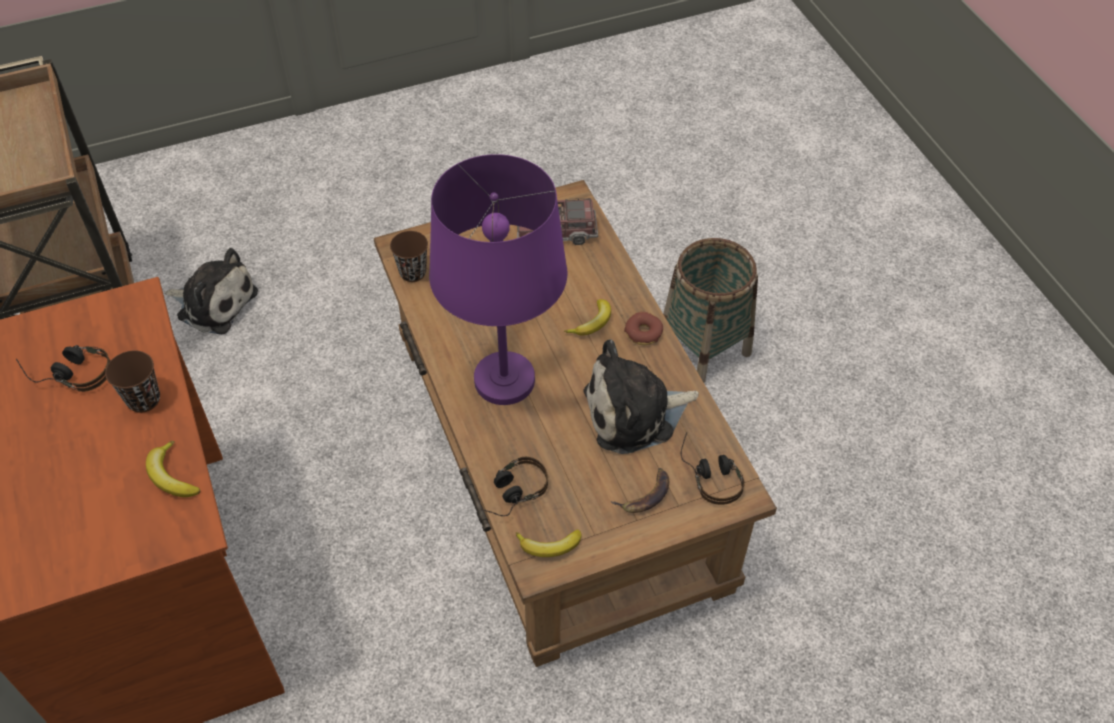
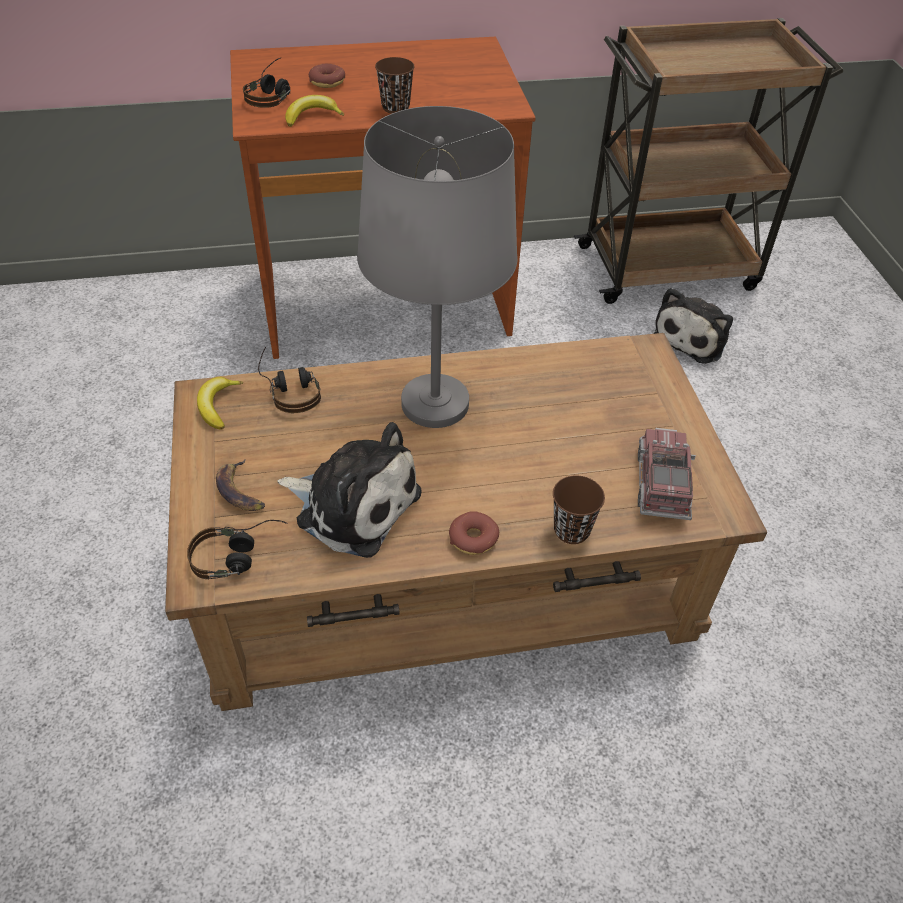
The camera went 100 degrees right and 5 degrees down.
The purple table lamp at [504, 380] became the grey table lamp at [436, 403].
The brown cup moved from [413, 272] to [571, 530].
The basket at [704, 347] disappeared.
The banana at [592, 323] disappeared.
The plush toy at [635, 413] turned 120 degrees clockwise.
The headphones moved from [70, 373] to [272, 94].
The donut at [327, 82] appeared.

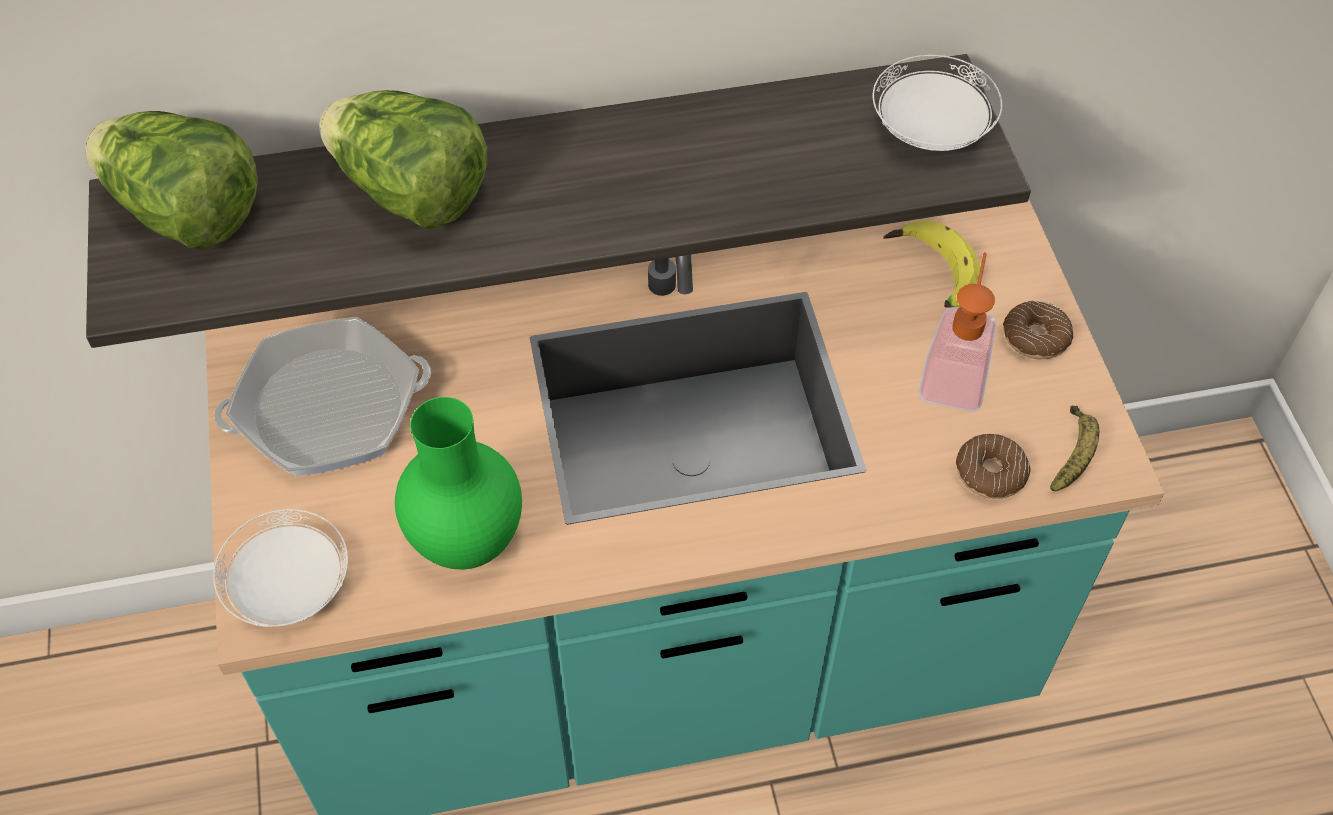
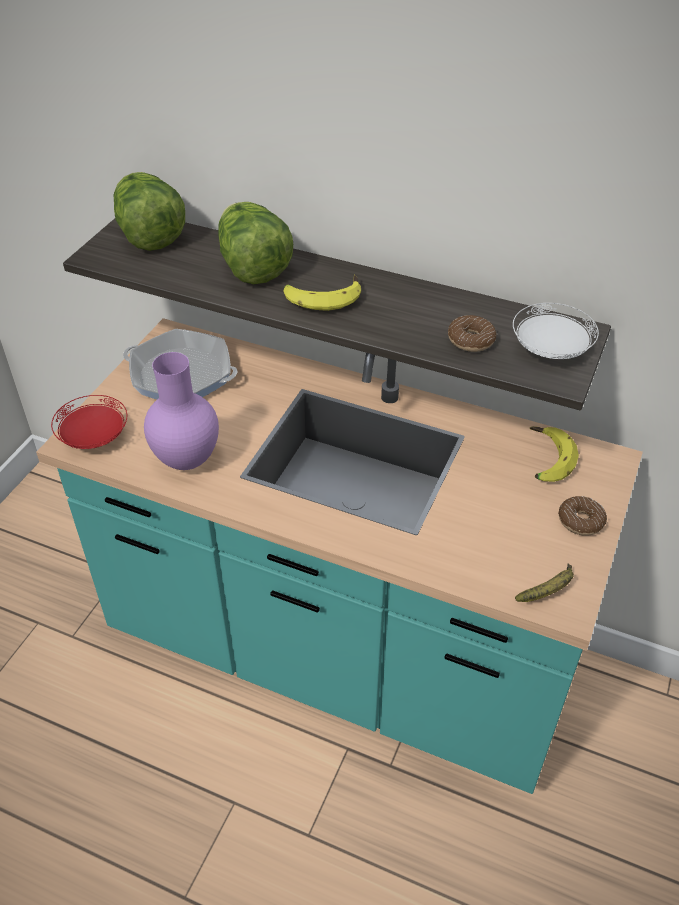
The camera went 35 degrees right and 10 degrees down.
The soap dispenser at [955, 374] disappeared.
The green vase at [468, 545] became the purple vase at [186, 461].
The donut moved from [990, 473] to [471, 340].
The white plate at [289, 586] became the red plate at [94, 437].
The banana at [323, 297] appeared.

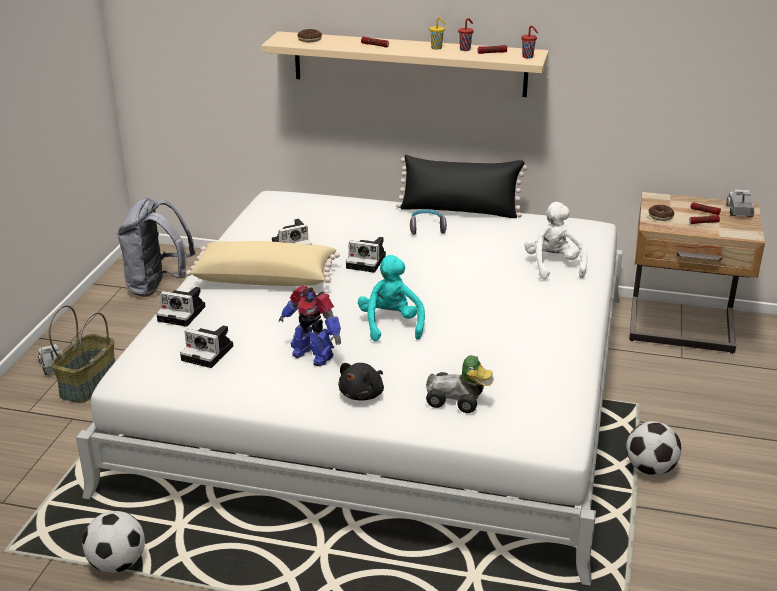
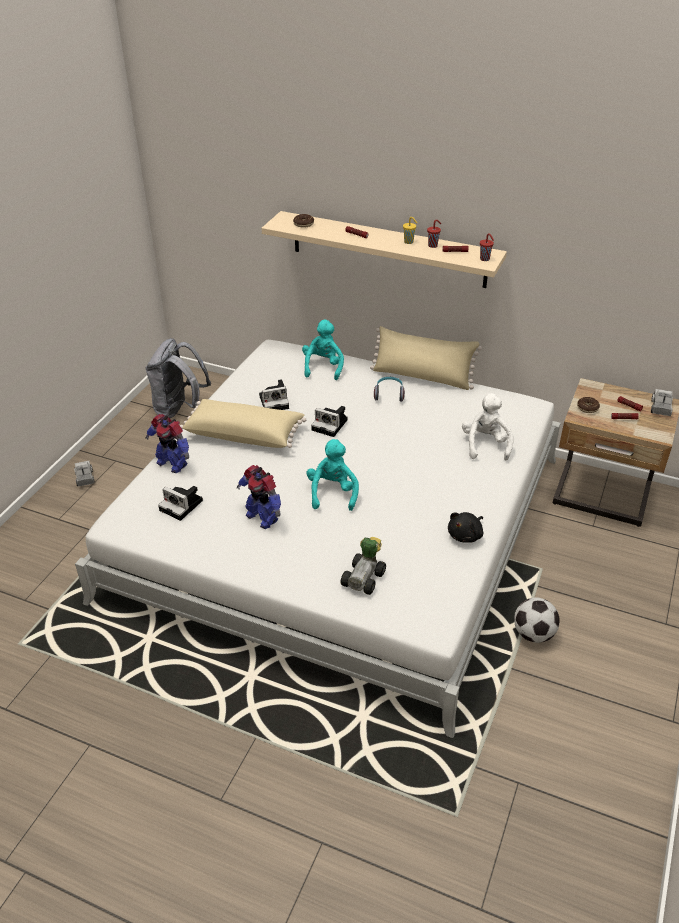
The camera went 10 degrees right and 10 degrees up.
The black pillow at [459, 211] became the beige pillow at [422, 377].
The photo camera at [183, 314] was replaced by the toy robot at [172, 463].
The basket at [88, 383] disappeared.
The toy car at [457, 401] turned 90 degrees counterclockwise.
The black plush toy moved from [363, 394] to [466, 535].
The football at [118, 564] disappeared.
The turquoise plush toy at [323, 367] appeared.

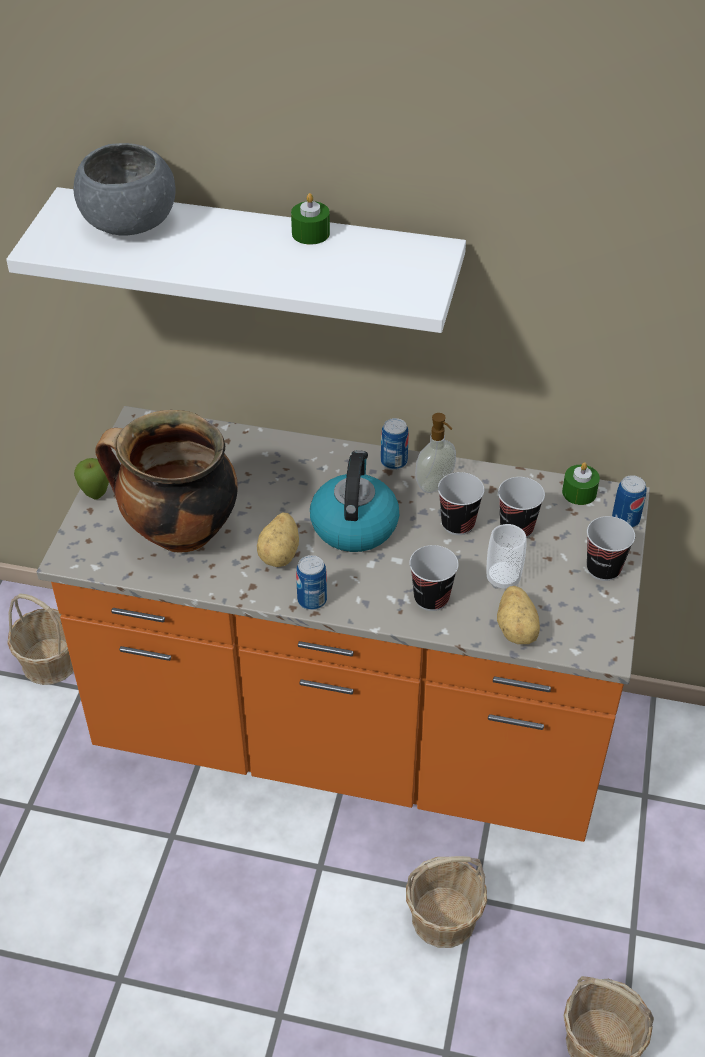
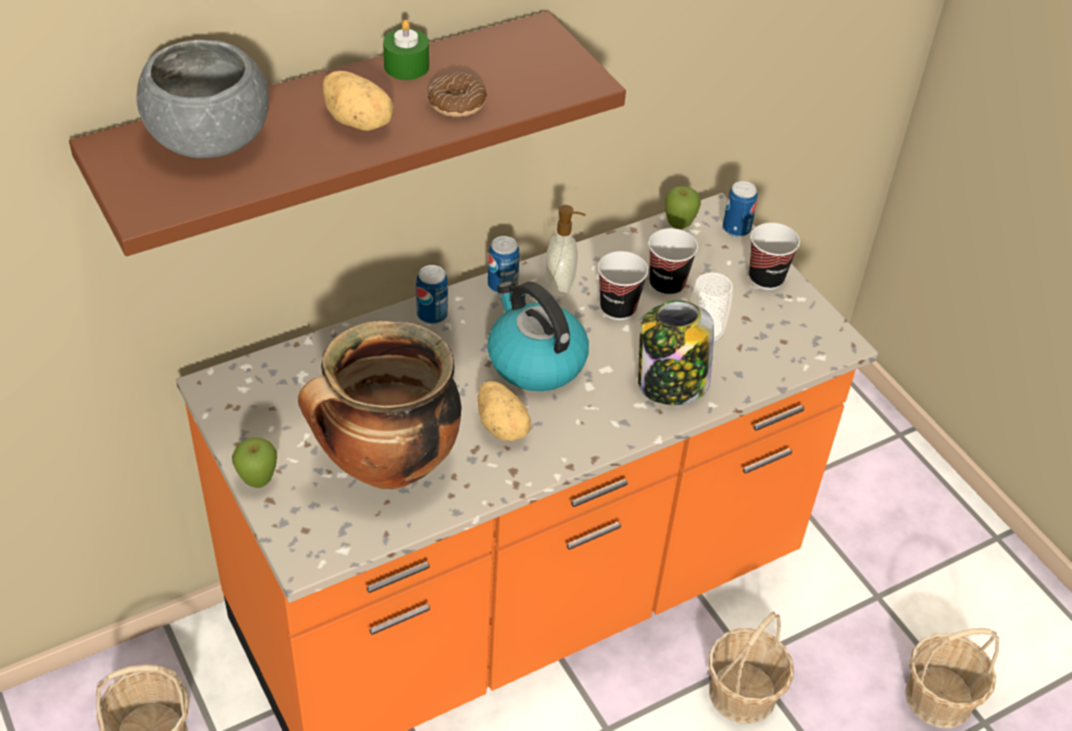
The camera went 45 degrees left and 0 degrees up.
The white shelf at [259, 257] became the brown shelf at [328, 123].
The green candle at [579, 492] was replaced by the apple at [678, 226].
The cup at [431, 598] was replaced by the jar at [671, 384].
The can moved from [312, 600] to [432, 315].
The potato moved from [517, 629] to [359, 121].
The donut at [457, 103] appeared.

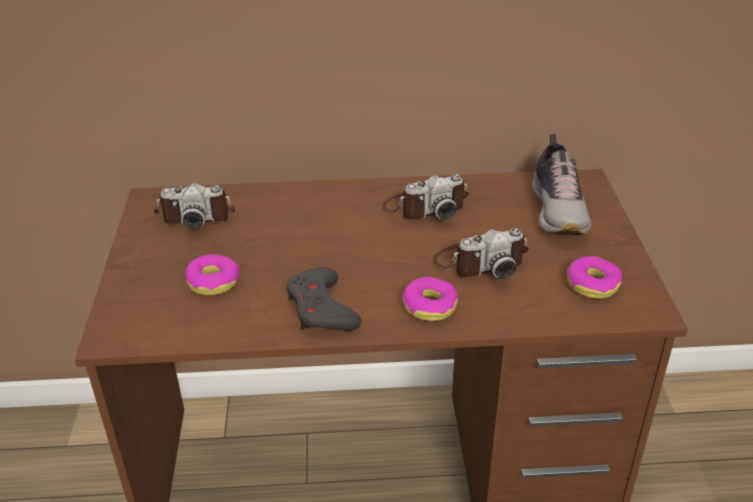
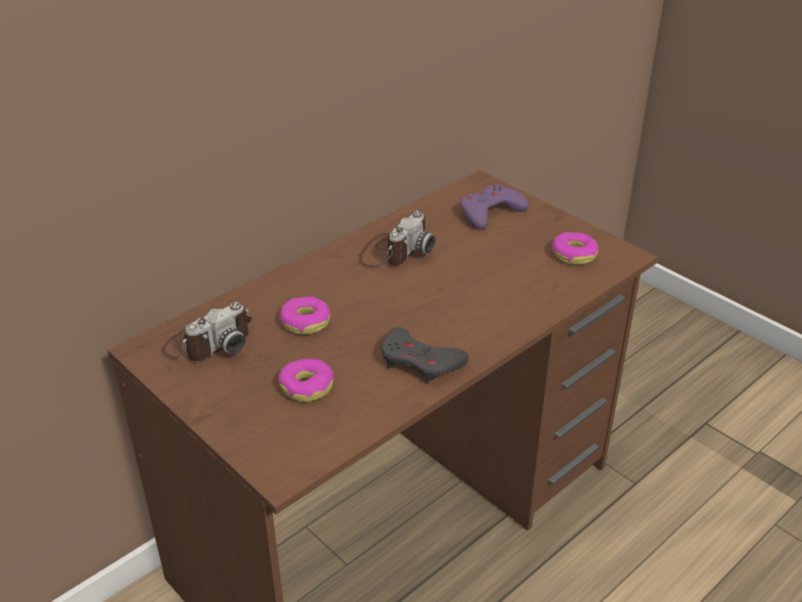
The camera went 40 degrees left and 0 degrees up.
The shoe at [559, 210] was replaced by the purple game controller at [490, 212].
The photo camera at [480, 261] disappeared.
The donut moved from [430, 306] to [305, 322].

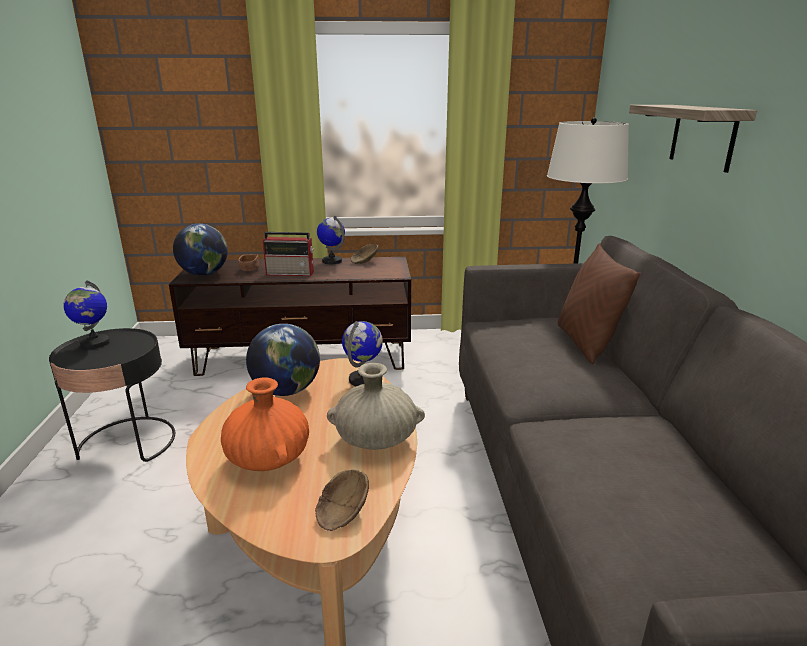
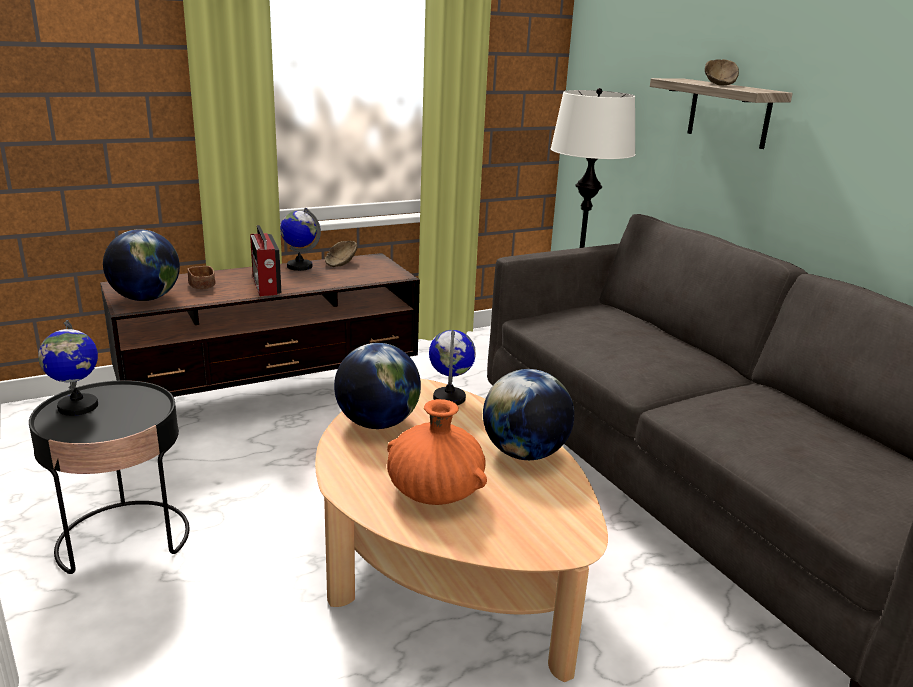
The camera went 25 degrees left and 0 degrees up.
The radio at [291, 273] turned 90 degrees clockwise.
The brown pillow at [585, 343] disappeared.
The beige vase at [376, 440] was replaced by the globe at [524, 453].
The brown bowl moved from [341, 513] to [718, 84].

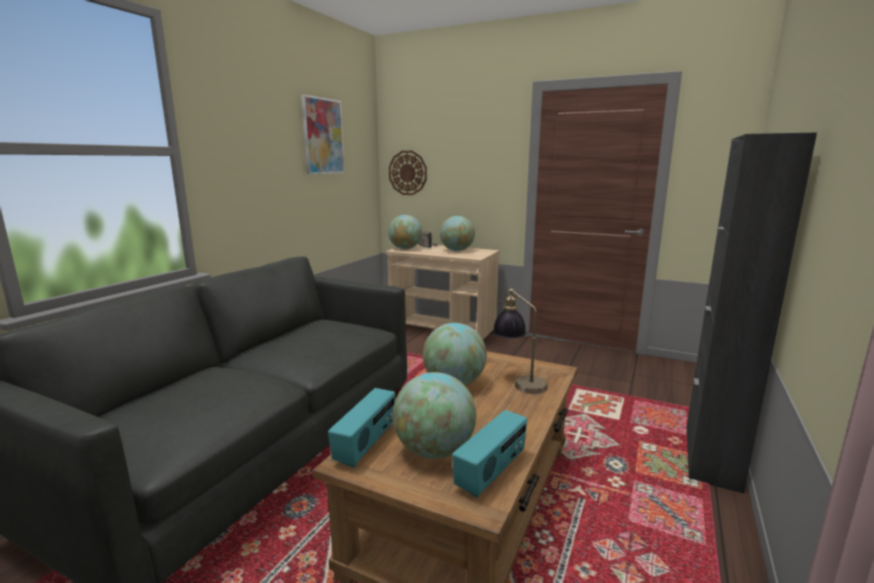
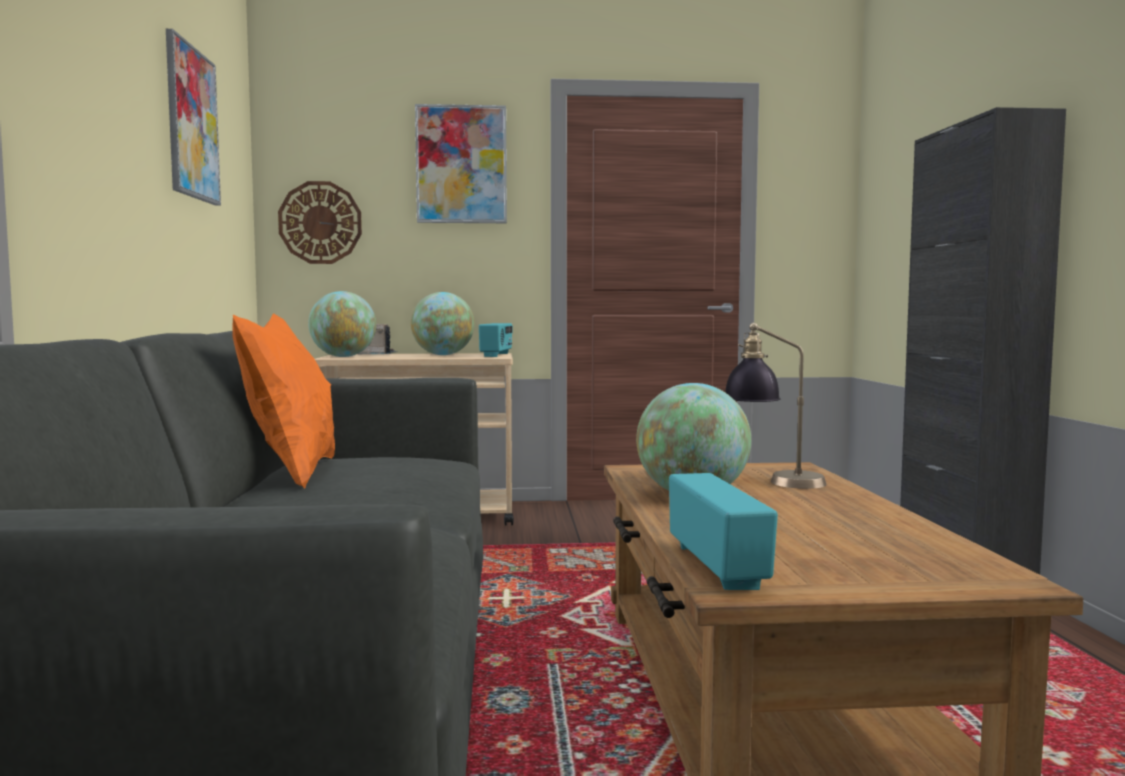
The camera went 30 degrees left and 10 degrees down.
The globe at [434, 451] disappeared.
The radio moved from [491, 472] to [497, 355].
The picture at [461, 164] appeared.
The orange pillow at [291, 472] appeared.

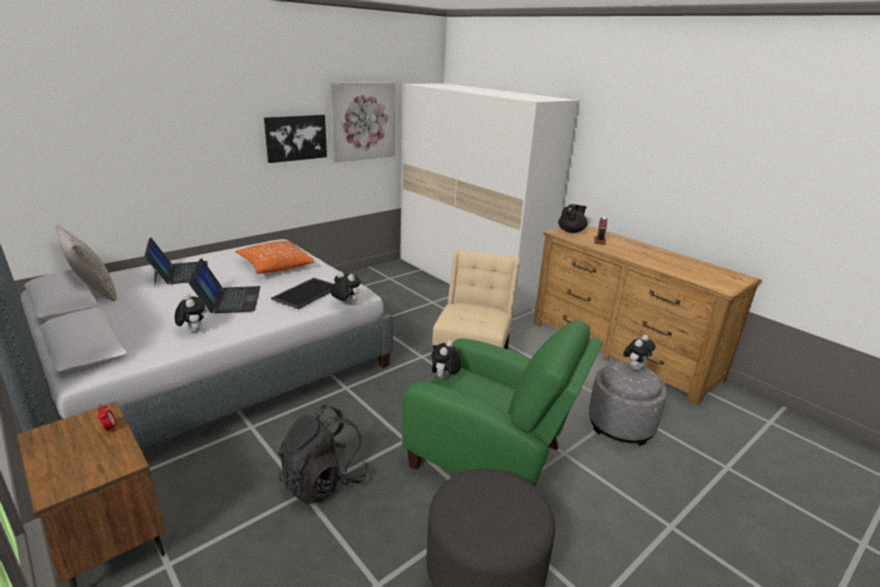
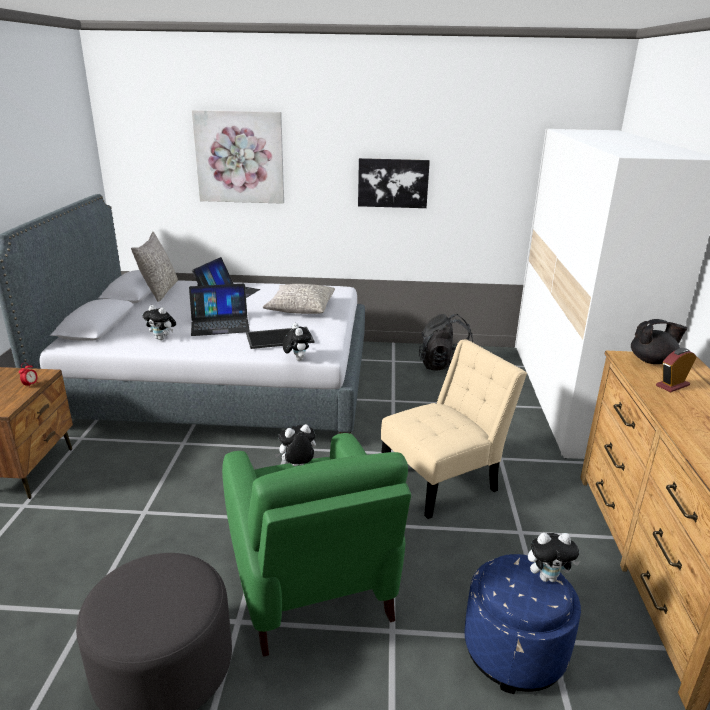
The camera went 45 degrees right and 0 degrees up.
The picture moved from [363, 121] to [239, 157].
The orange pillow at [275, 266] became the grey pillow at [300, 308].
The laptop at [228, 299] turned 45 degrees clockwise.
The plush toy at [192, 330] turned 105 degrees clockwise.
The grey ottoman at [620, 425] became the blue ottoman at [514, 651].
The black backpack moved from [324, 481] to [445, 366].

